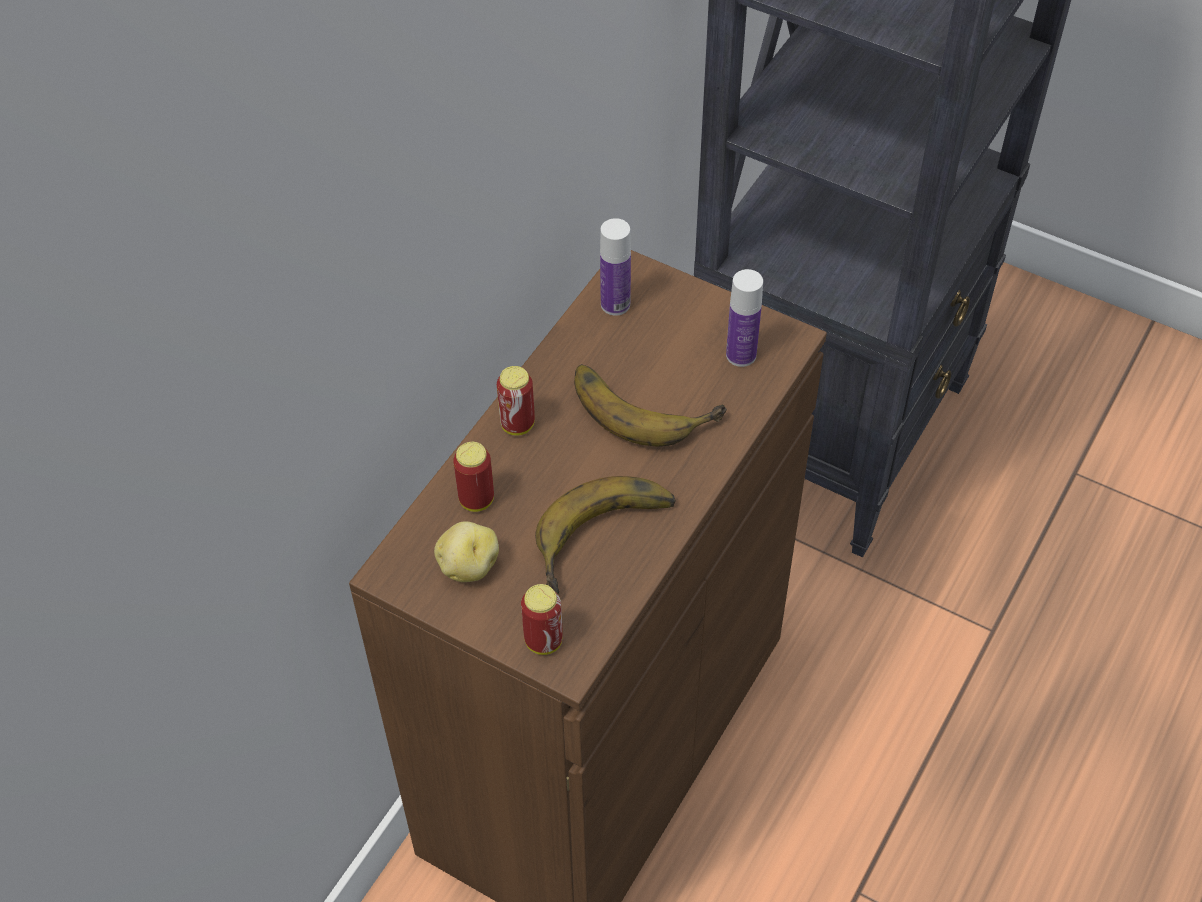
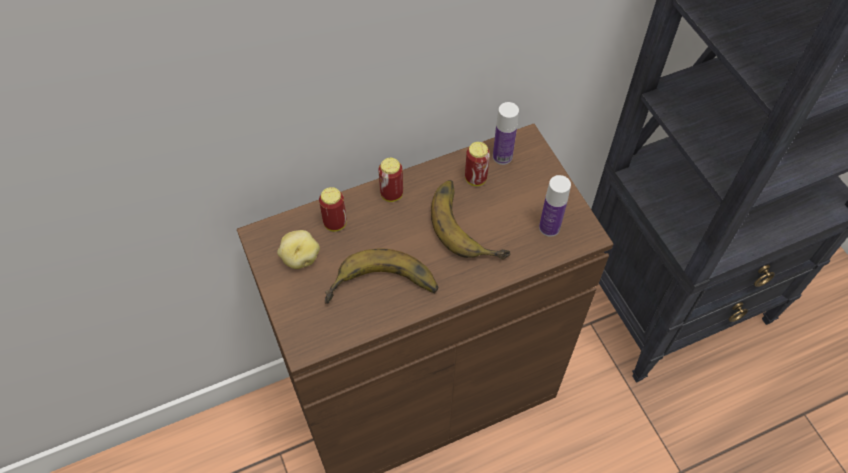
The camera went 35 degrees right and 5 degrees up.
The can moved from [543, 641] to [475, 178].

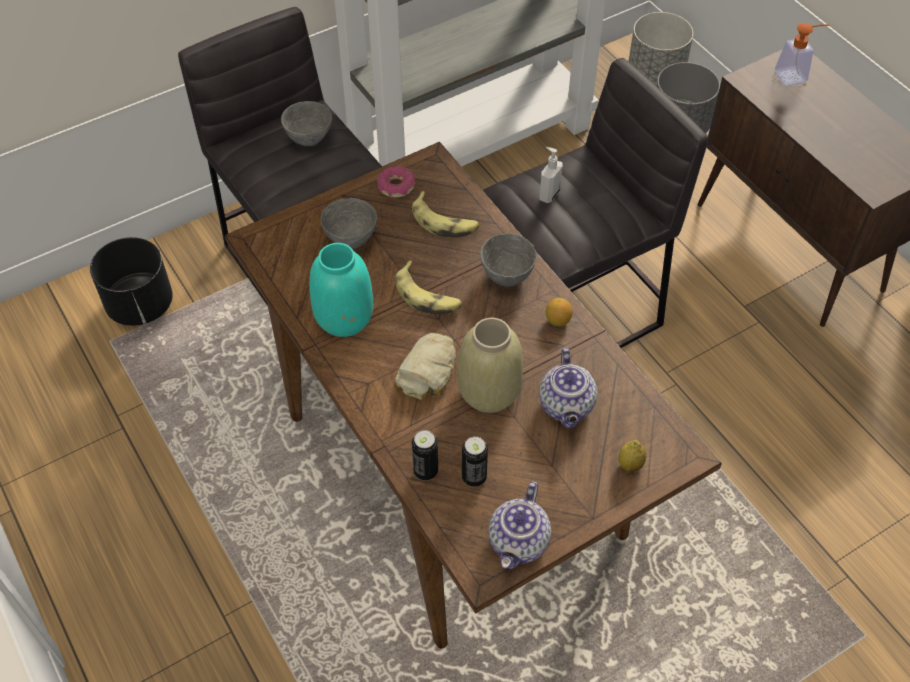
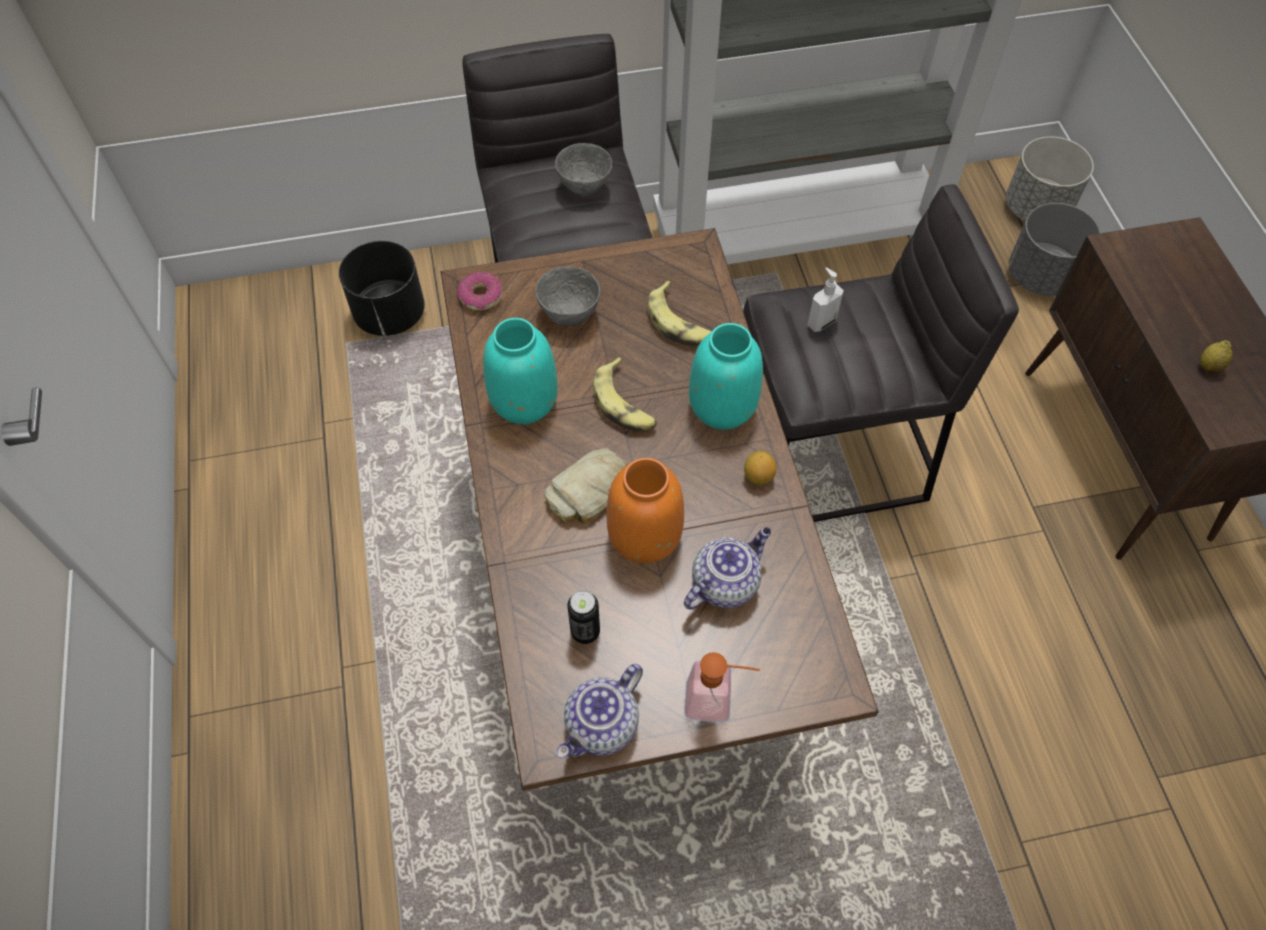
The camera went 20 degrees right and 5 degrees up.
The soap dispenser moved from [796, 75] to [717, 702].
The donut moved from [396, 187] to [480, 296].
The grey bowl at [506, 276] was replaced by the turquoise vase at [721, 407].
The beige vase at [488, 391] became the orange vase at [644, 536].
The teapot at [567, 406] turned 150 degrees counterclockwise.
The can at [425, 471] disappeared.
The lemon moved from [630, 464] to [1209, 367].

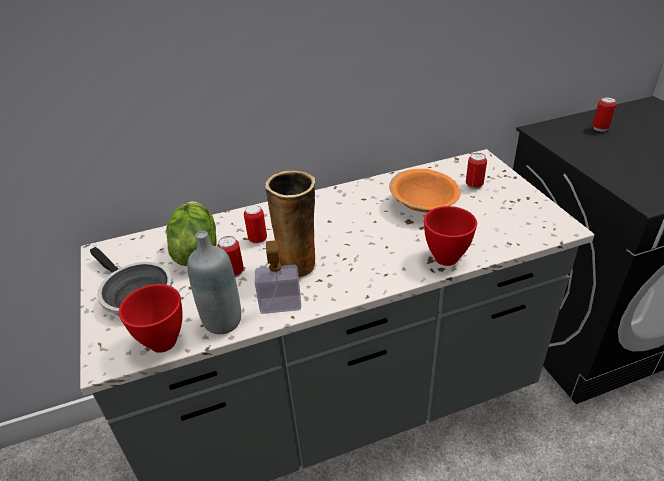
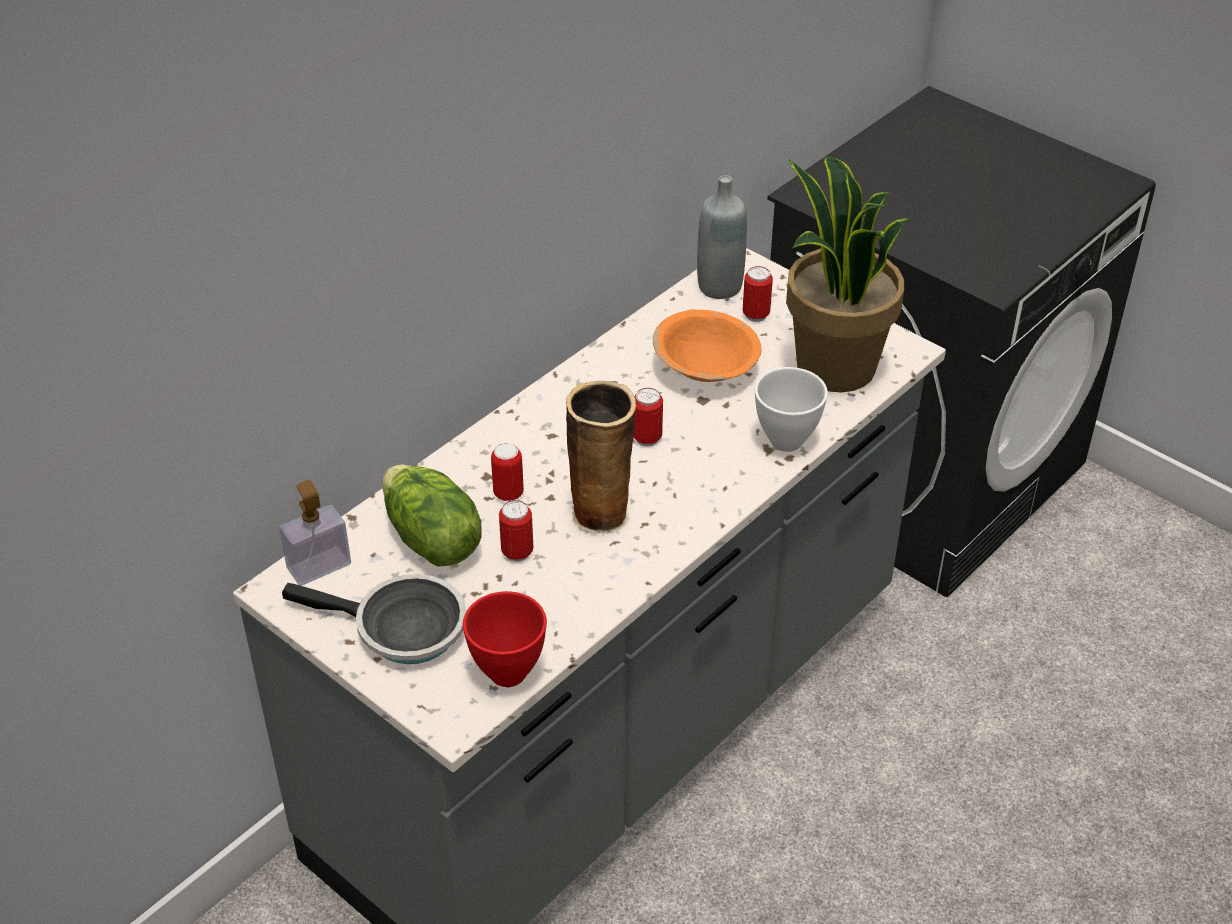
The camera went 30 degrees left and 5 degrees up.
The can moved from [600, 128] to [647, 438].
The red bowl at [446, 259] became the white bowl at [788, 442].
The grey bottle moved from [222, 321] to [719, 287].
The soap dispenser moved from [280, 305] to [319, 566].
The potted plant at [834, 367] appeared.

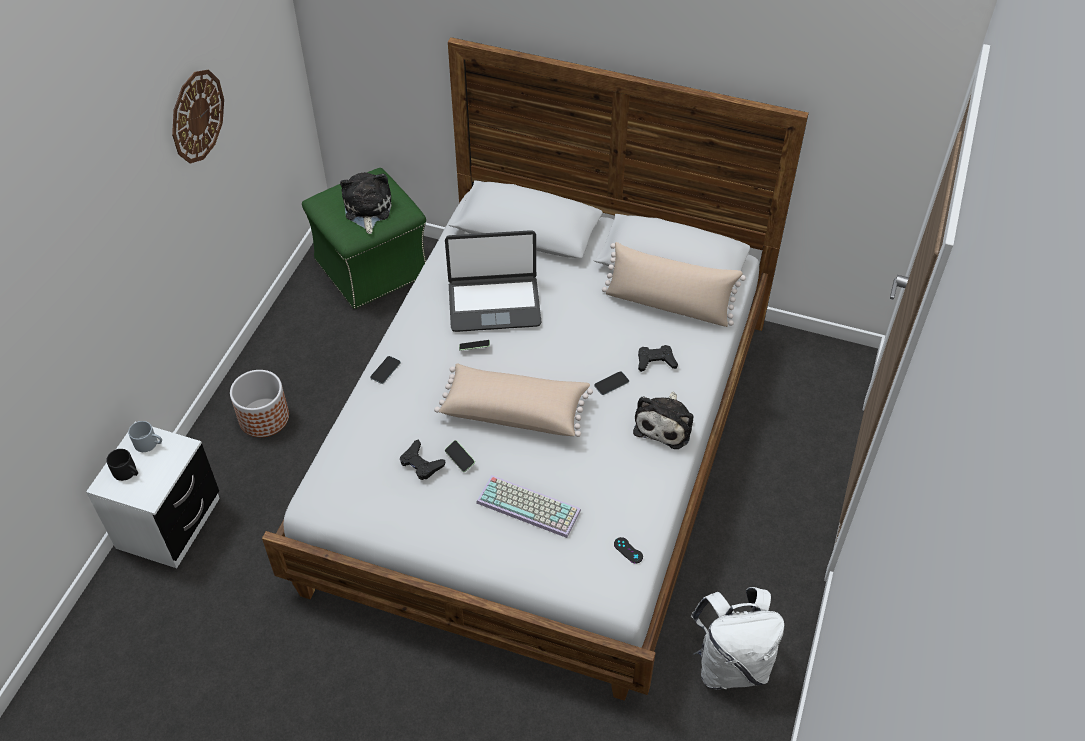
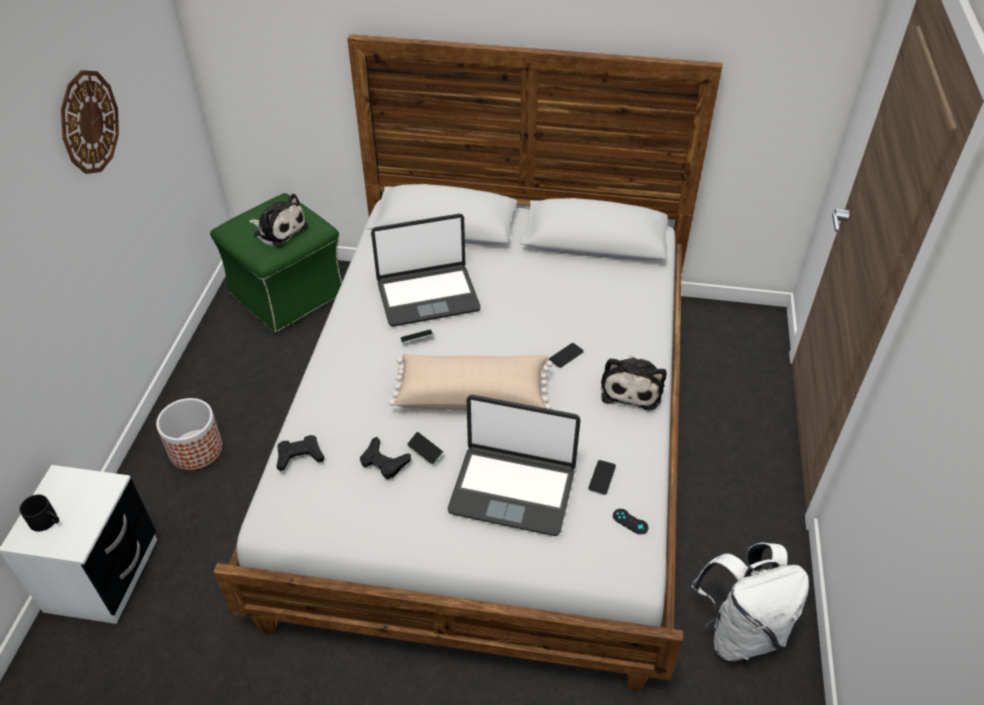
The camera went 10 degrees left and 5 degrees down.
The plush toy at [367, 210] turned 135 degrees clockwise.
The beige pillow at [668, 305] disappeared.
The black game controller moved from [656, 361] to [299, 456].
The phone moved from [385, 370] to [602, 477].
The grey mug at [149, 443] disappeared.
The keyboard at [530, 505] was replaced by the laptop at [512, 489].

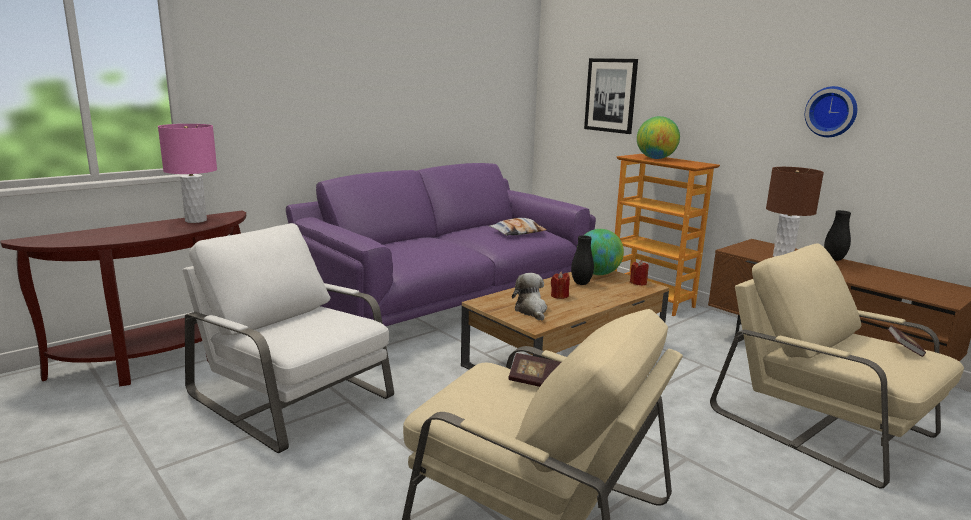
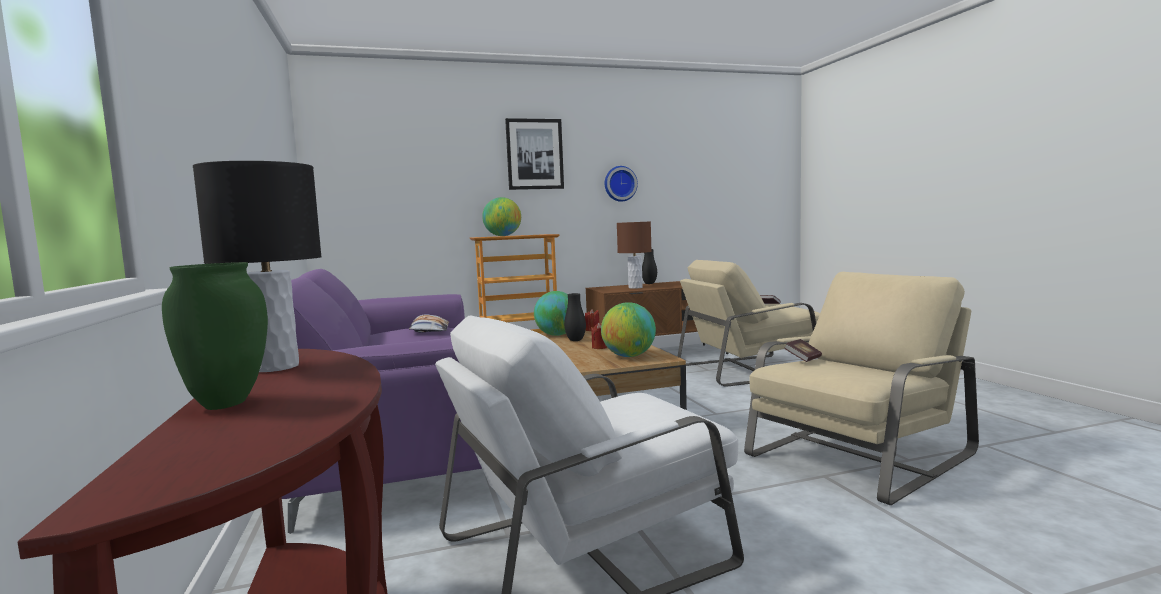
The camera went 65 degrees left and 10 degrees down.
The picture moved from [611, 95] to [534, 154].
The pink table lamp at [195, 220] became the black table lamp at [275, 367].
The plush toy at [531, 311] was replaced by the globe at [629, 356].
The green vase at [224, 404] appeared.

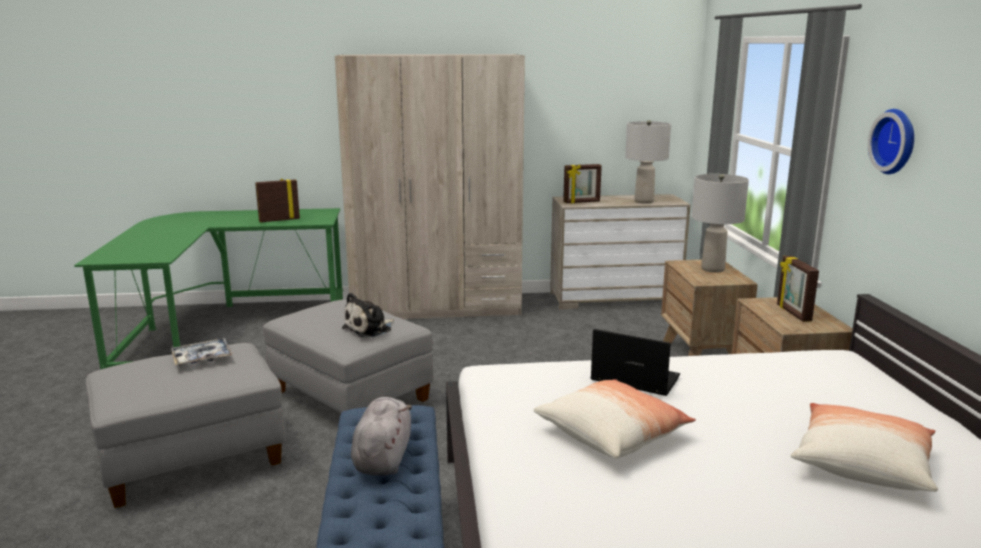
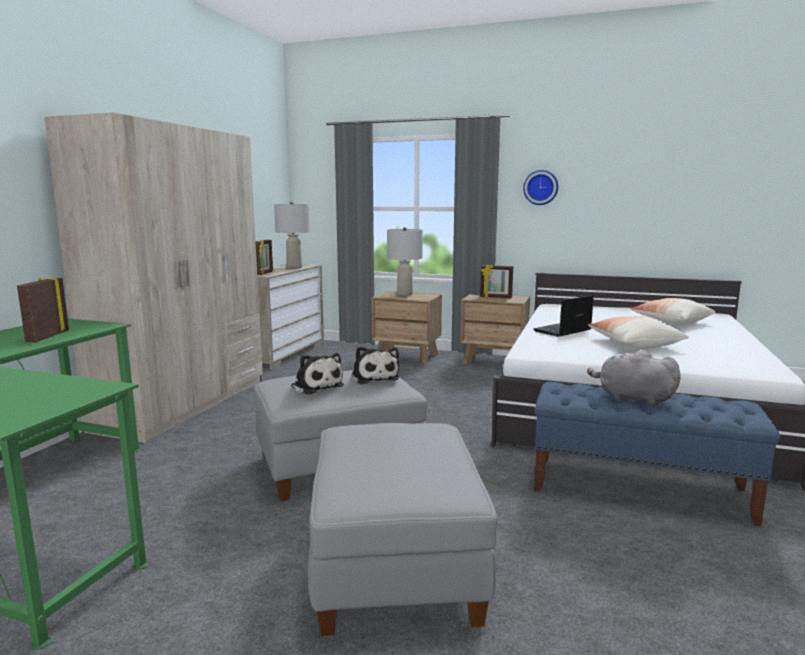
The camera went 65 degrees left and 5 degrees down.
The tray at [202, 358] disappeared.
The plush toy at [316, 386] appeared.

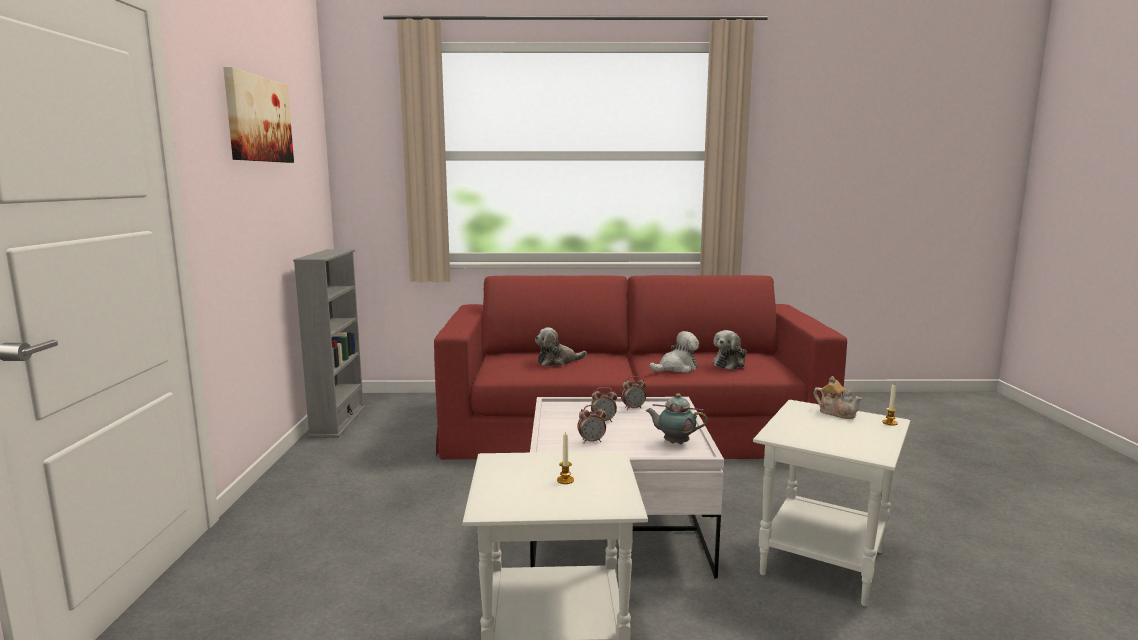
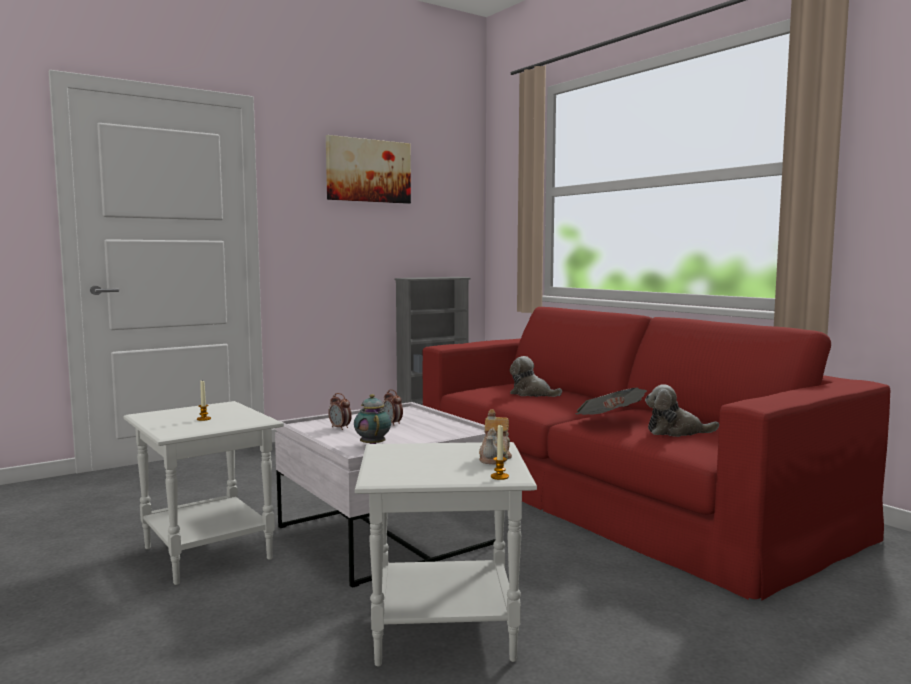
The camera went 55 degrees right and 5 degrees down.
The plush toy at [676, 368] was replaced by the newspaper at [609, 421].
The alarm clock at [633, 408] disappeared.

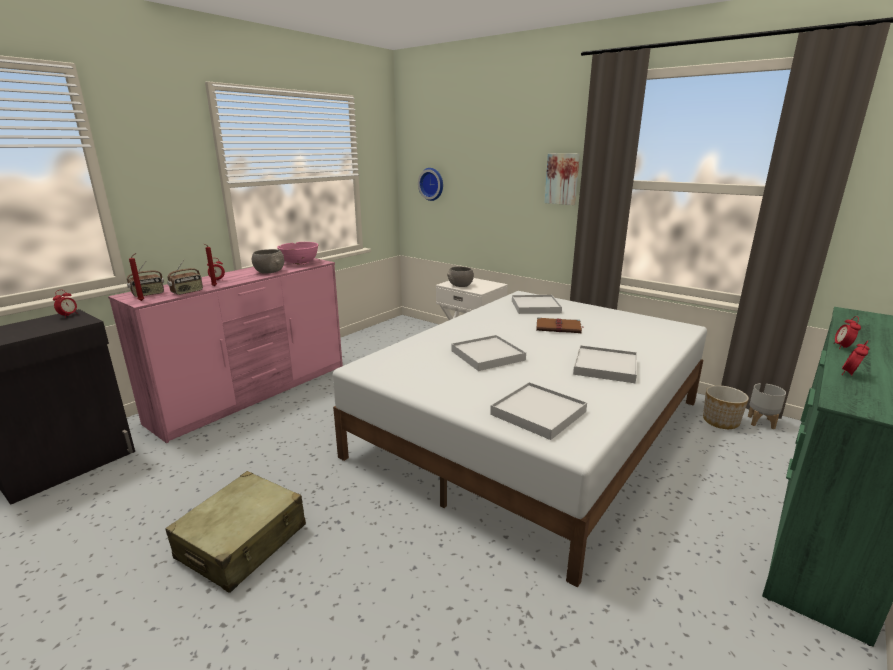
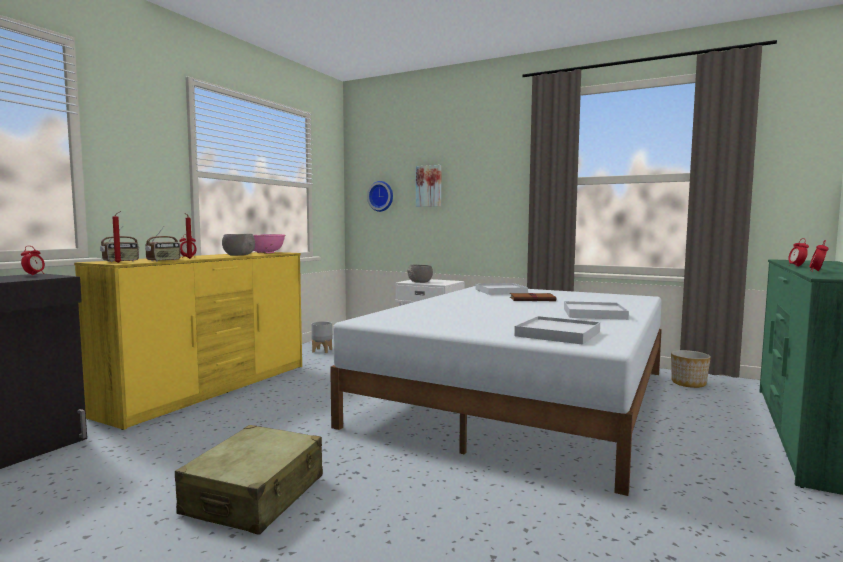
The camera went 10 degrees left and 15 degrees down.
The picture moved from [562, 179] to [429, 186].
The pink dresser at [254, 393] became the yellow dresser at [212, 389].
The white tray at [487, 355] disappeared.
The grey planter moved from [761, 422] to [322, 351].

